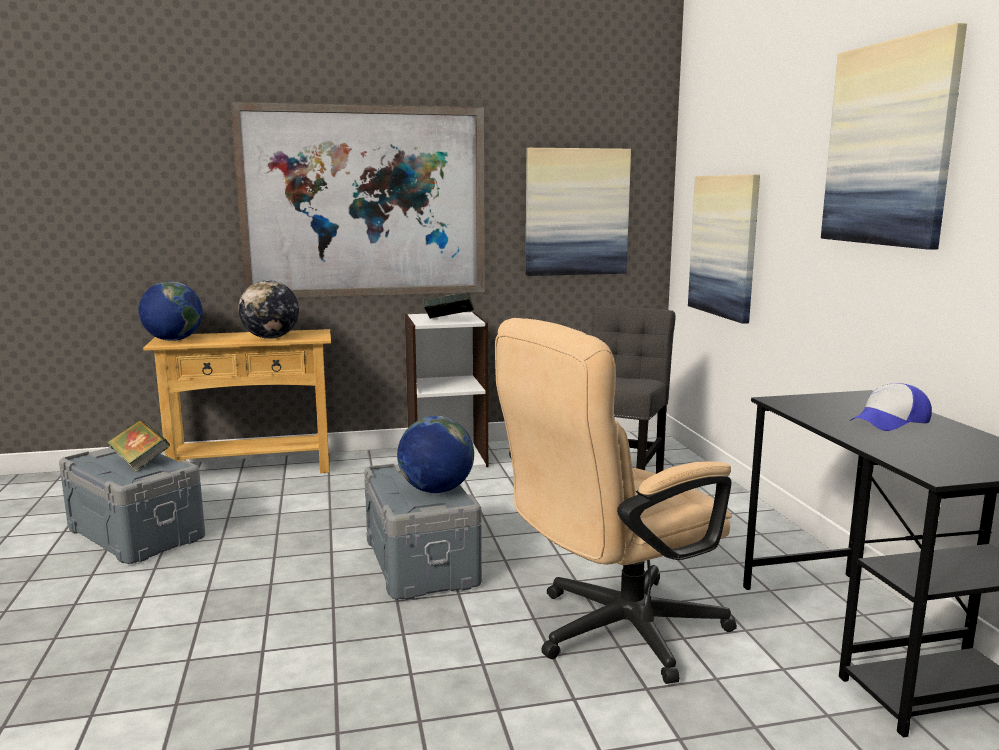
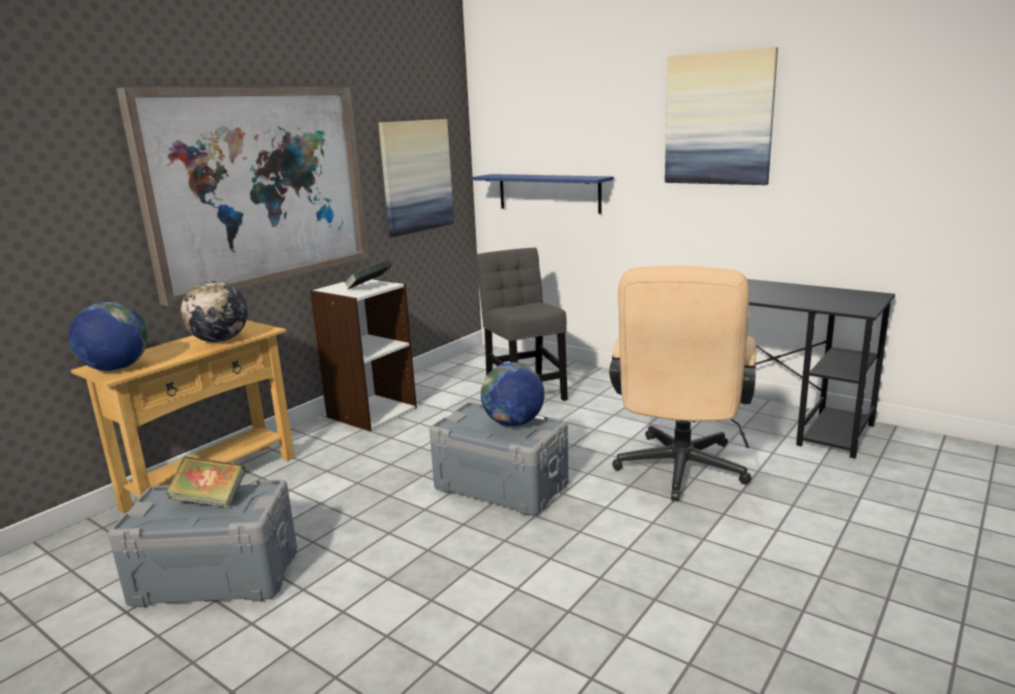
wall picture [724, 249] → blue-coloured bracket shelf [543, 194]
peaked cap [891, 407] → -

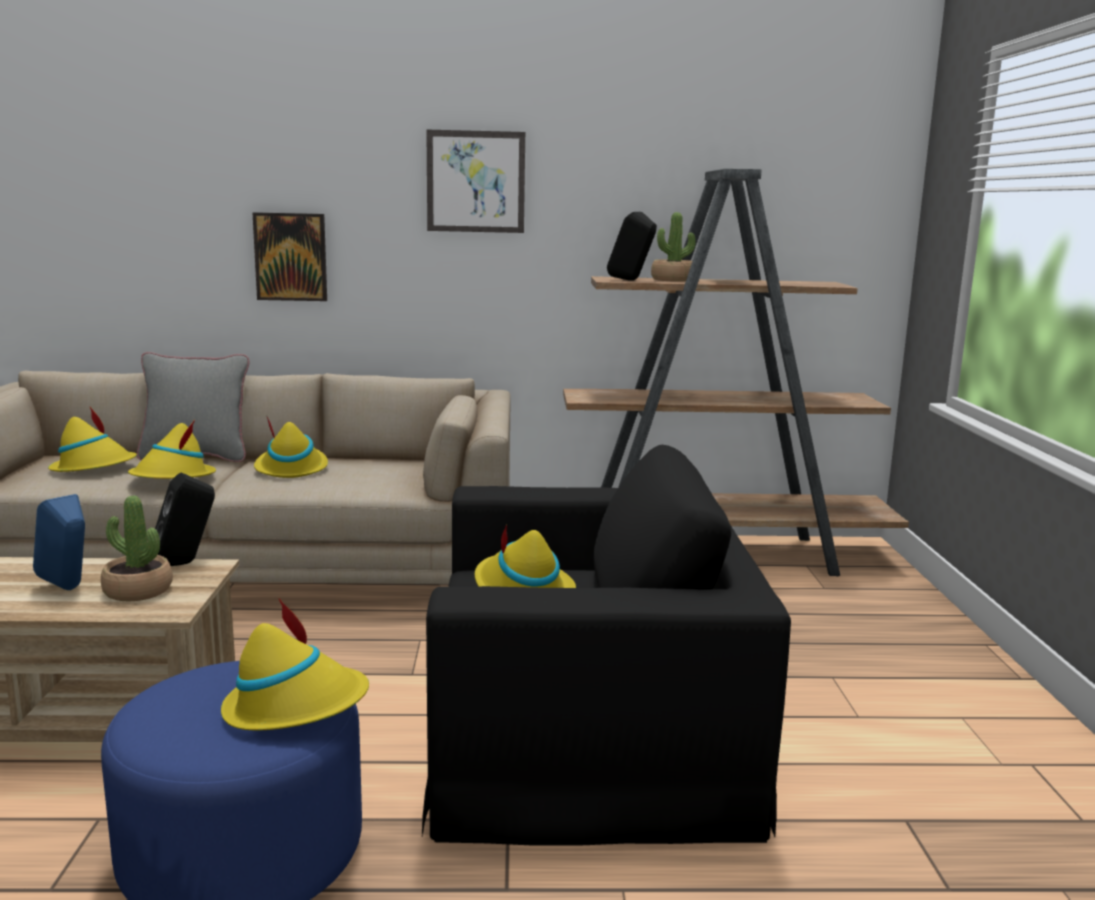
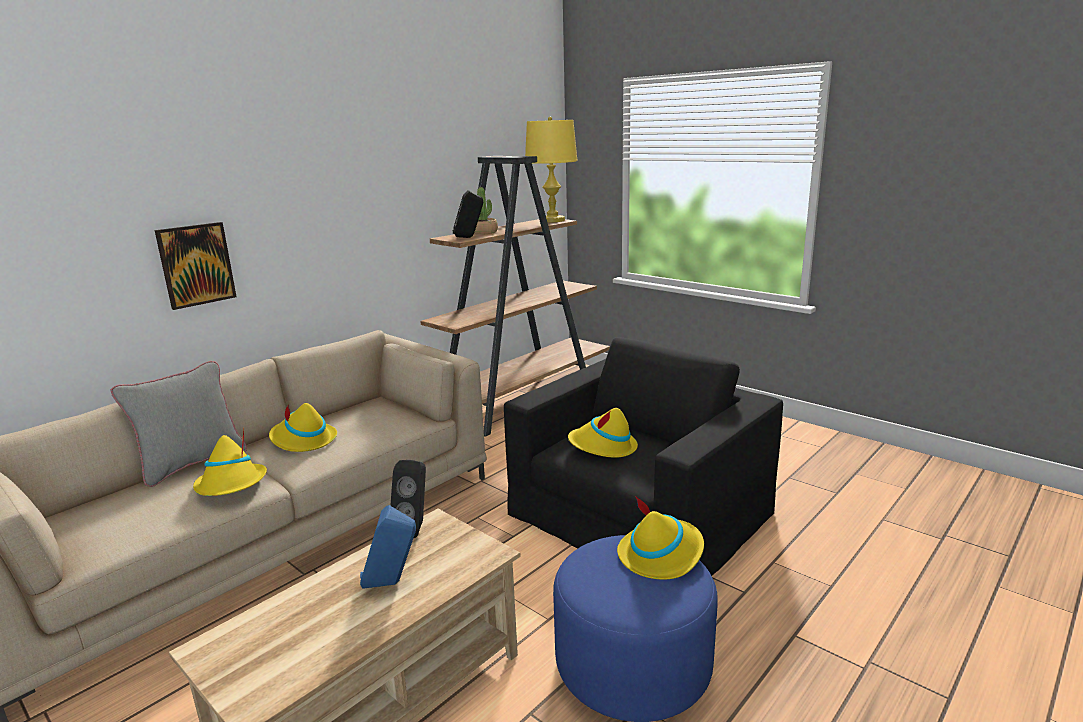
yellowish hat [92, 439] → -
plant in a pot [137, 548] → -
wall picture [475, 181] → -
- → yellowish tabletop lamp [551, 169]

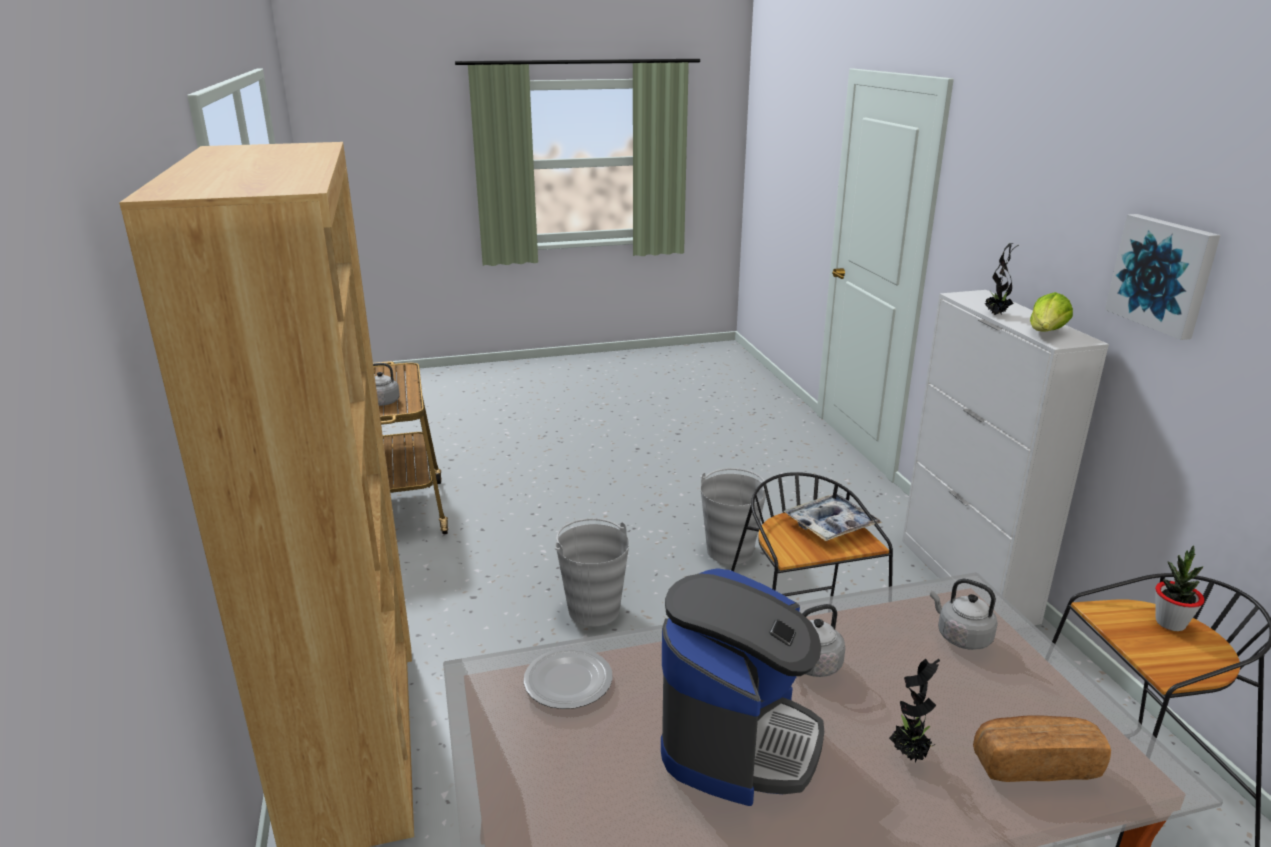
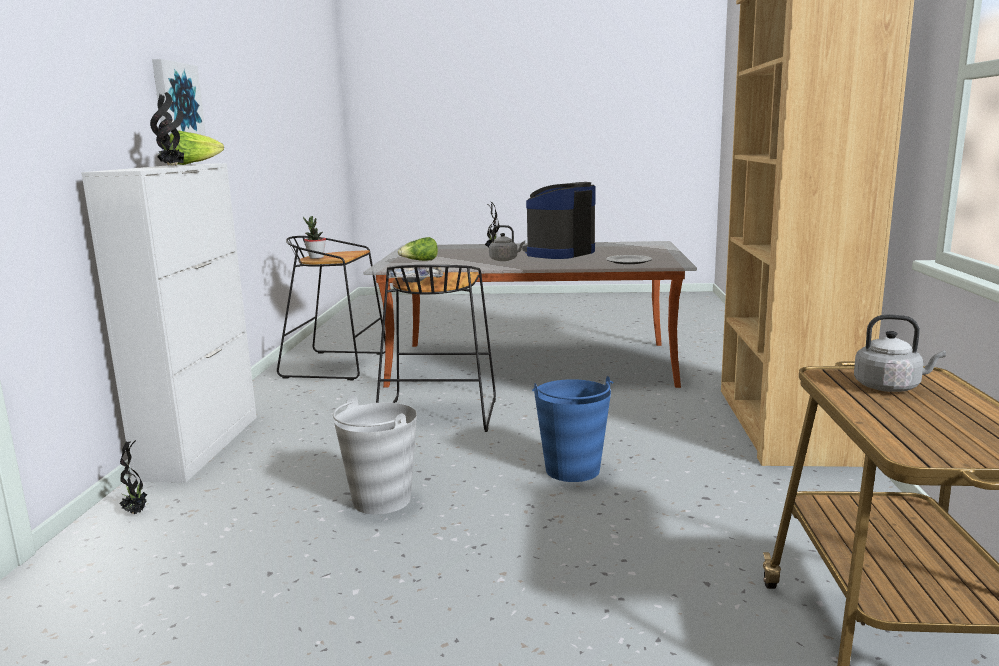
gray water bucket [592, 572] → blue-coloured water bucket [573, 429]
gray tea kettle [964, 614] → lettuce [418, 249]
bakery bread [1042, 748] → -
- → plant in a pot [135, 477]

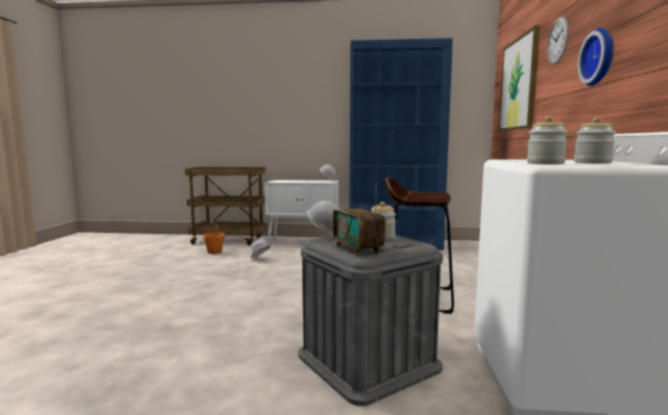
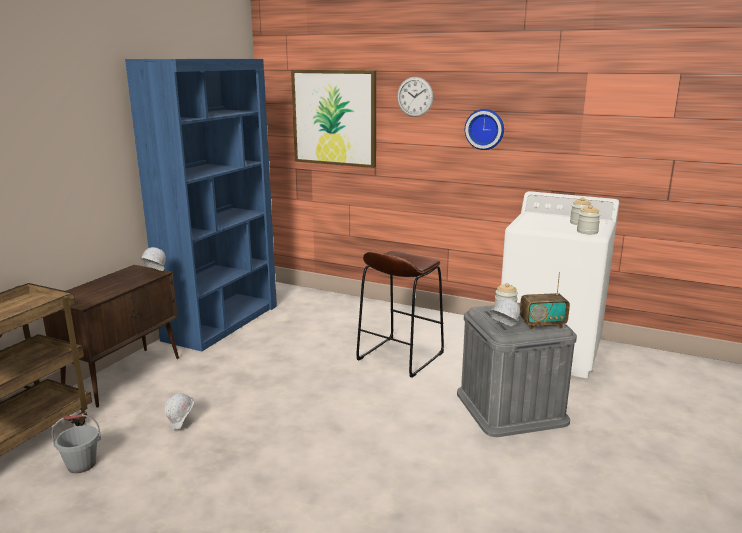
orange water bucket [214, 238] → gray water bucket [76, 443]
white-coloured cupboard [302, 211] → brown cupboard [111, 336]

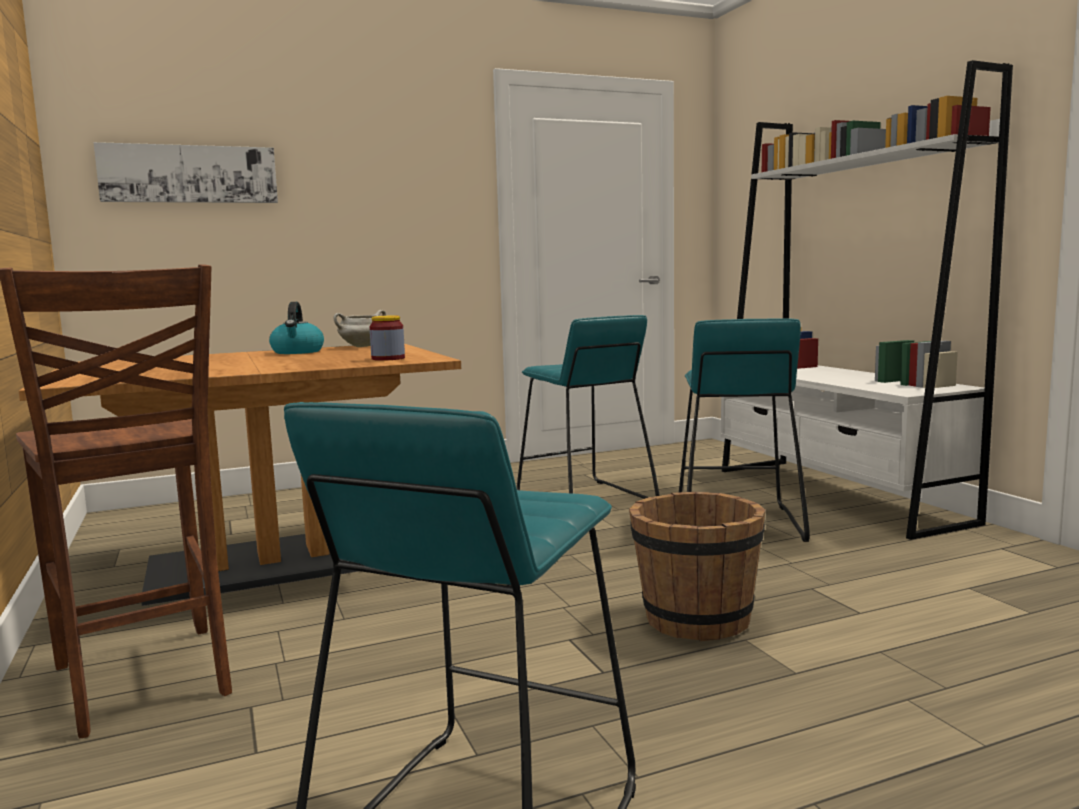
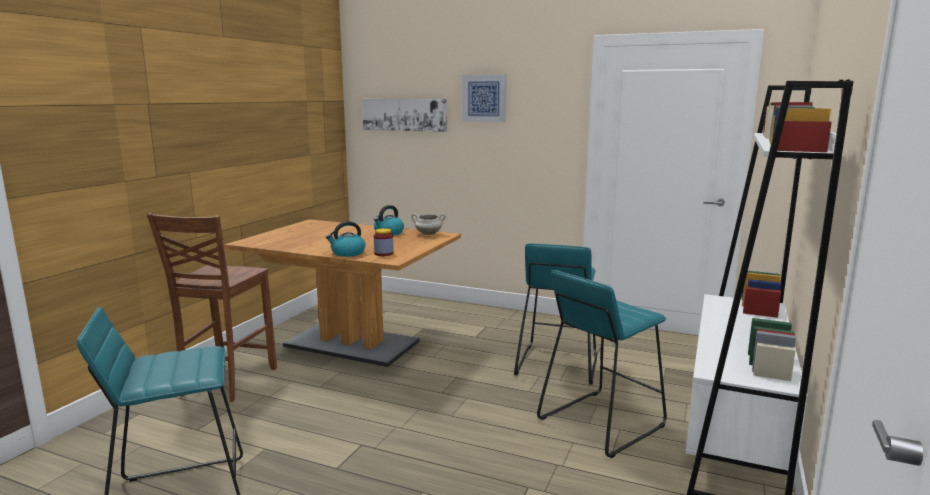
brown water bucket [697, 566] → -
- → tea kettle [345, 239]
- → wall picture [484, 98]

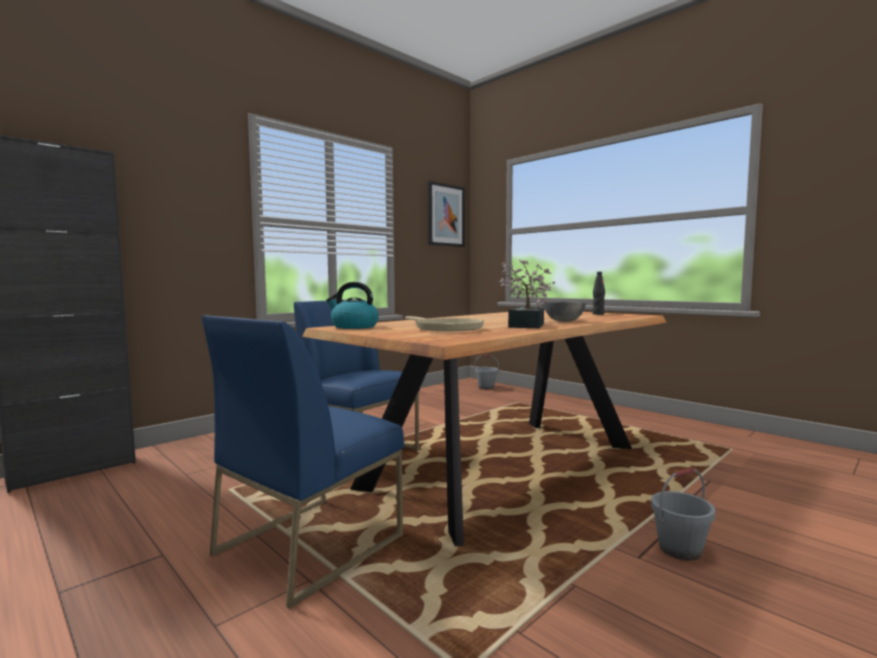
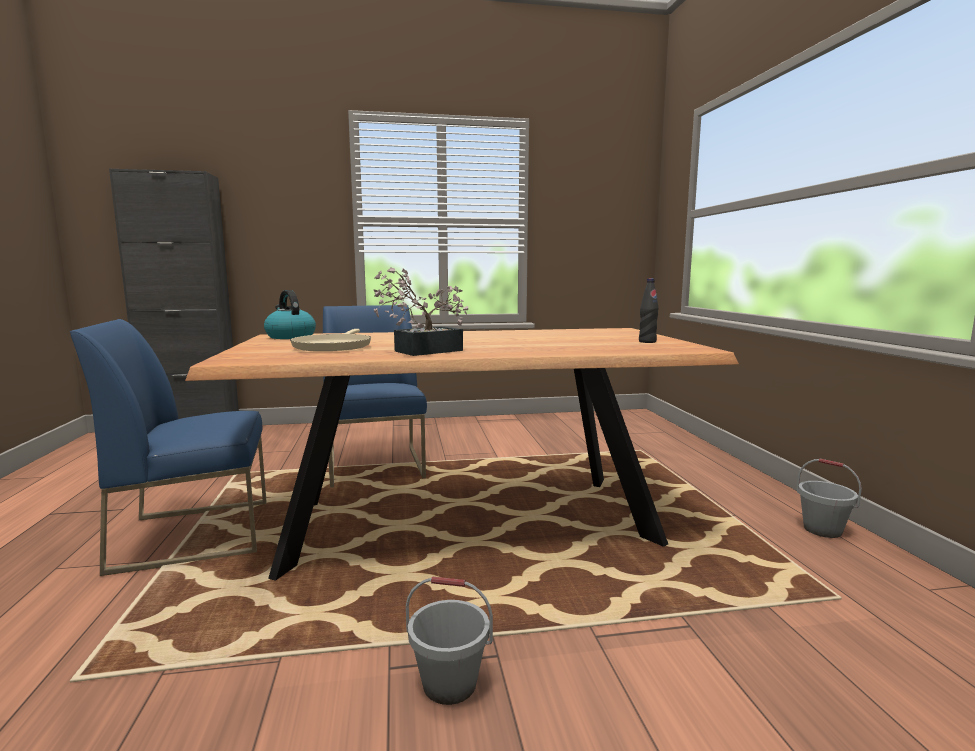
wall picture [446, 214] → -
gray water bucket [486, 372] → gray water bucket [829, 498], shifted
gray deep dish [564, 311] → -

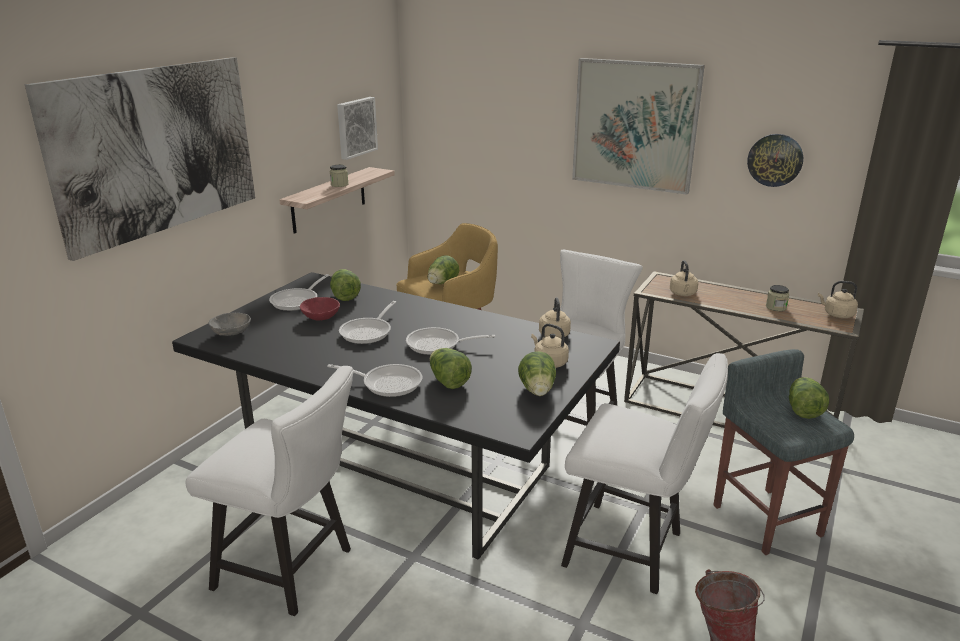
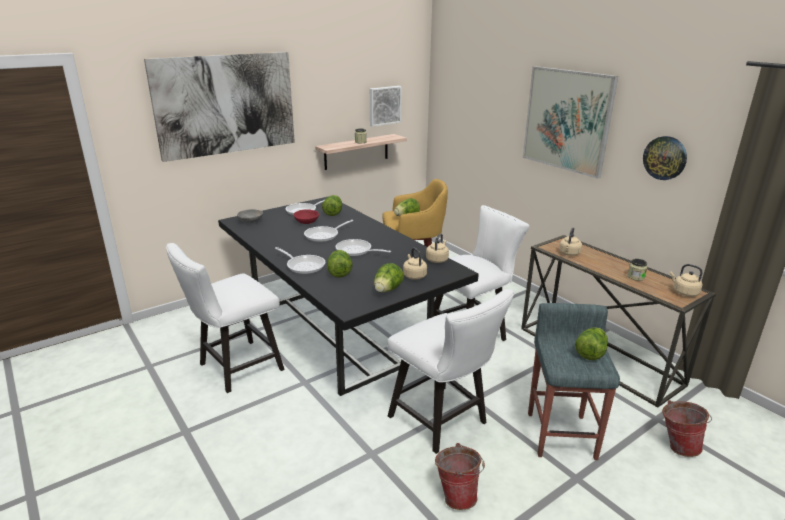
white-coloured chair [269, 491] → white-coloured chair [225, 318], 90 degrees clockwise
- → water bucket [687, 428]

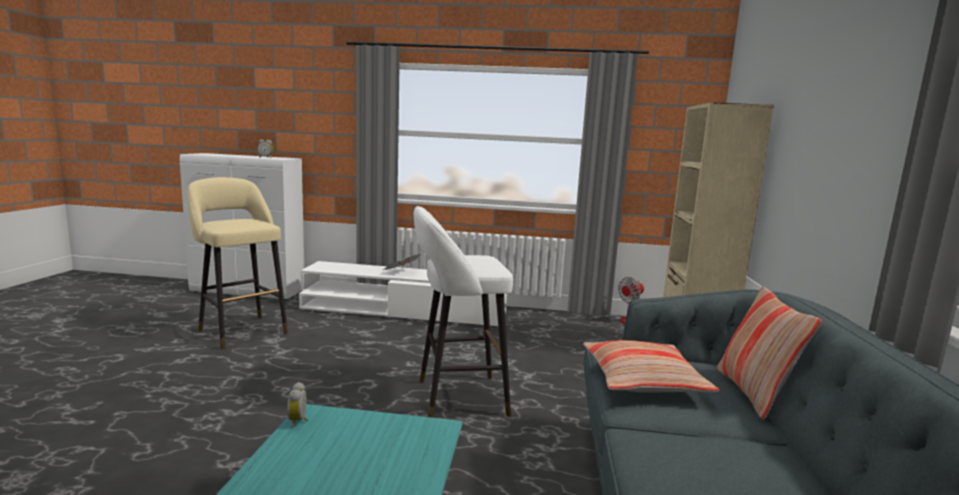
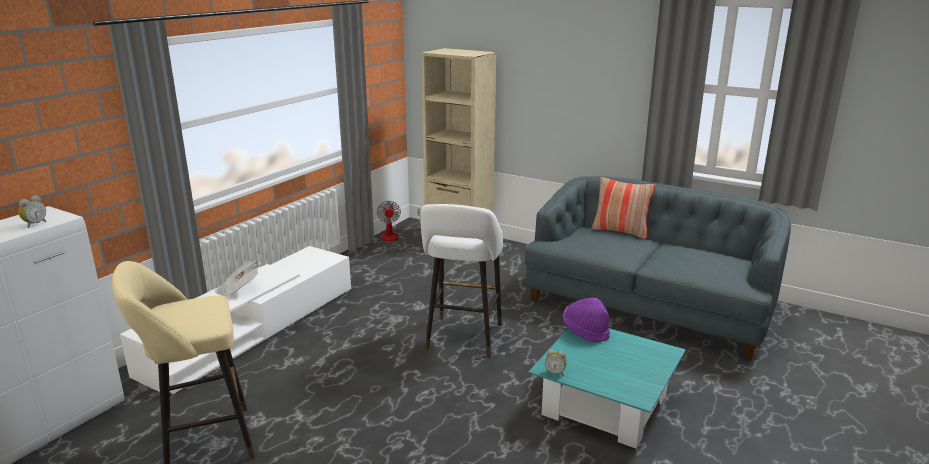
pillow [651, 366] → -
- → purple hat [586, 320]

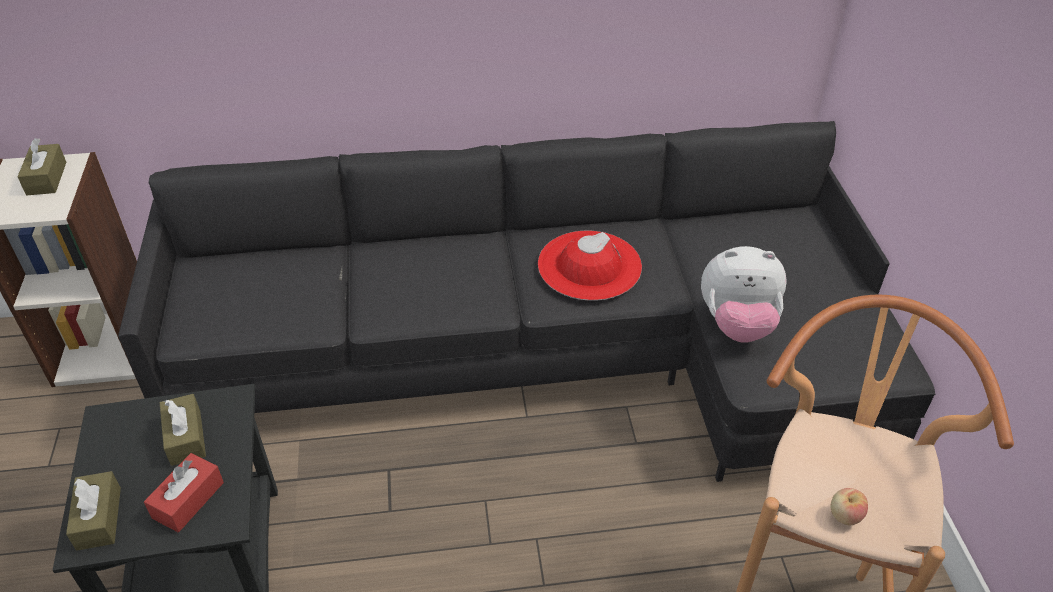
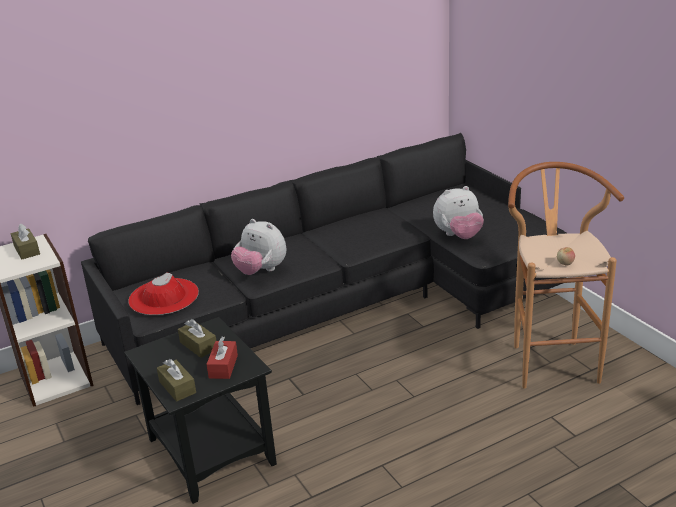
reddish hat [590, 266] → reddish hat [163, 293], shifted
- → cuddly toy [258, 247]

